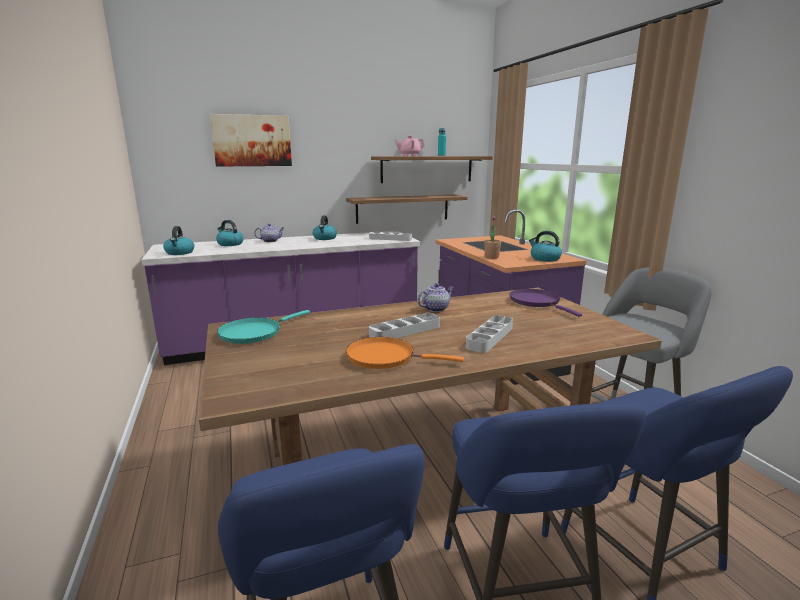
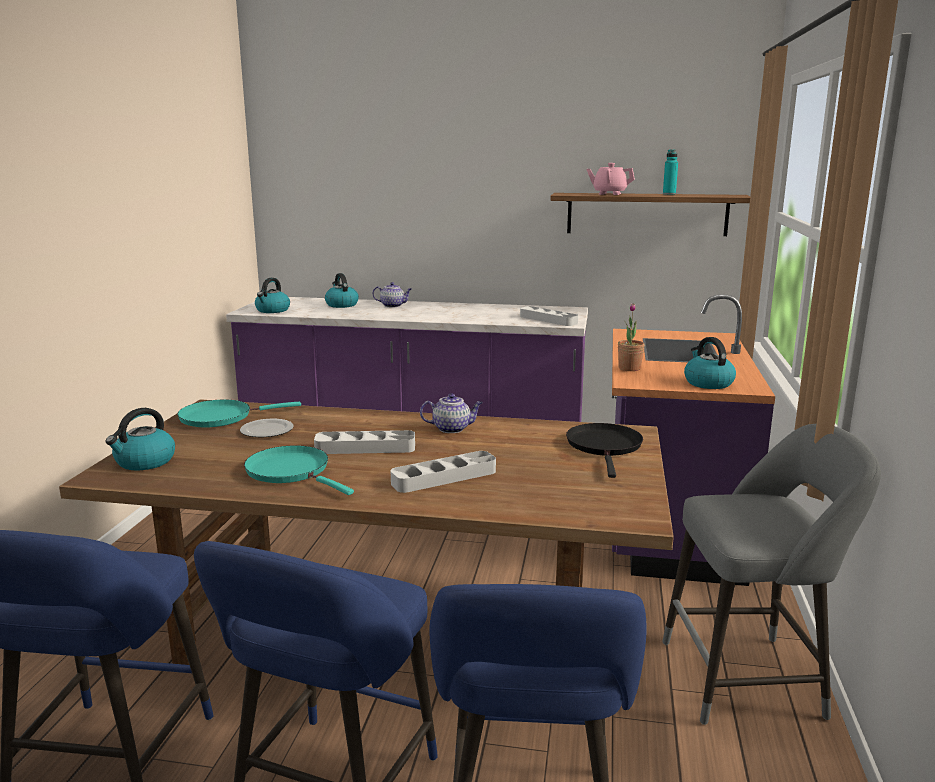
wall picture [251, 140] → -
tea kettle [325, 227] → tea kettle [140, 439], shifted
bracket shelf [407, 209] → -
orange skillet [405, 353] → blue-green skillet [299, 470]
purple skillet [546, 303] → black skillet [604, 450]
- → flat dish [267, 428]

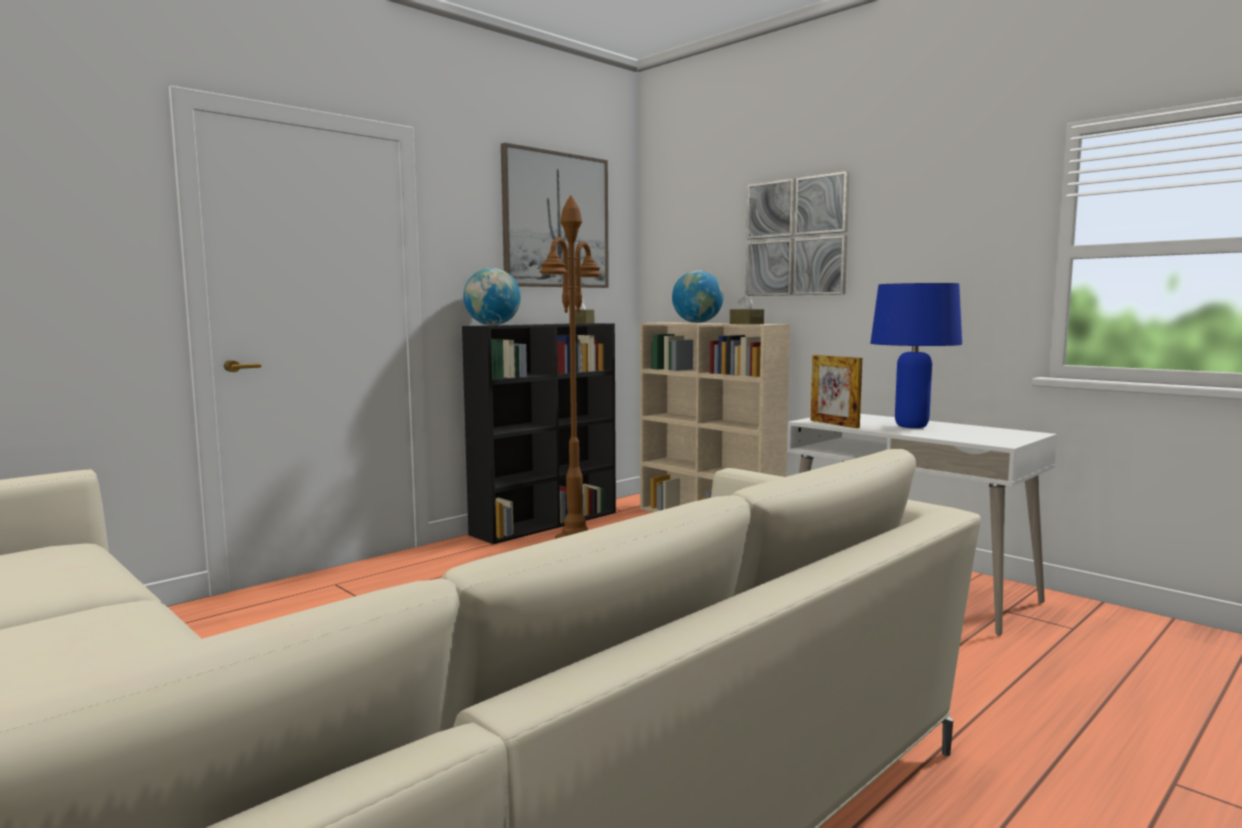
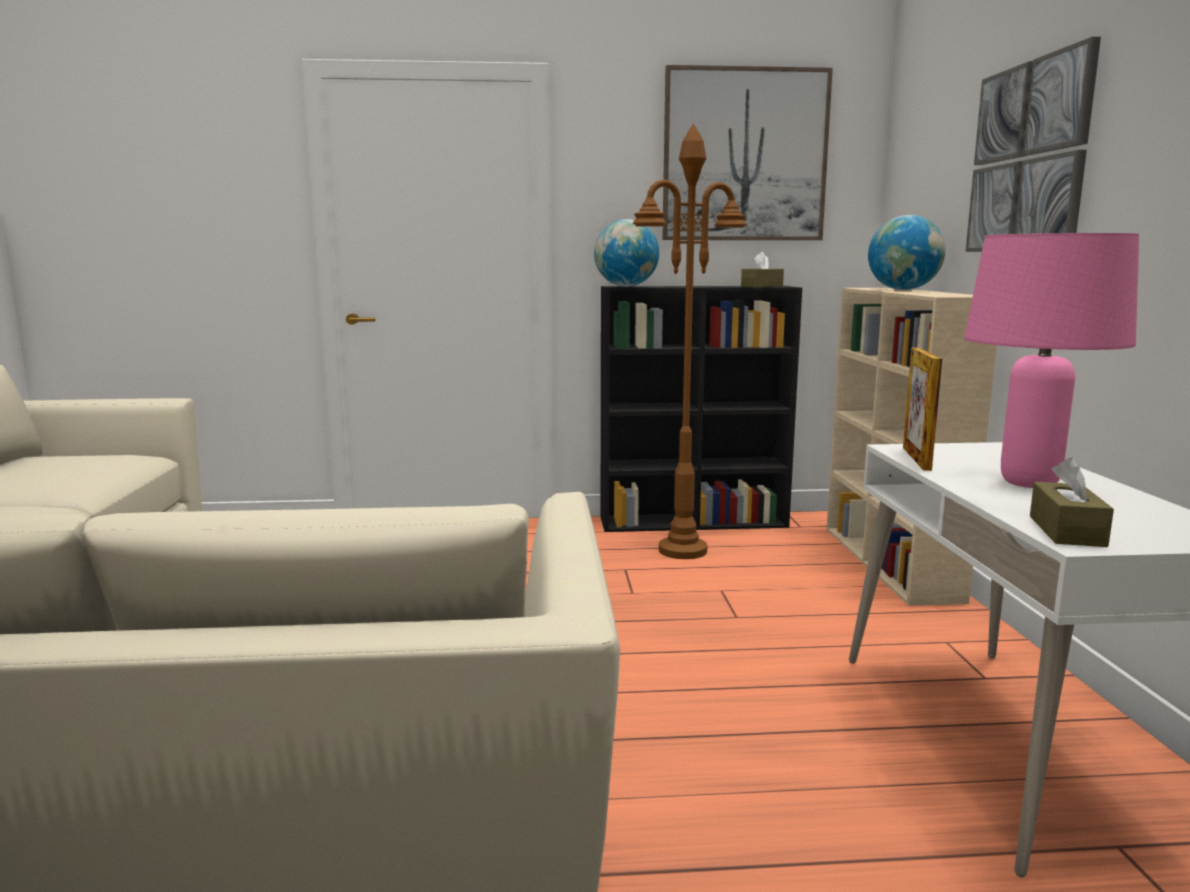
brown tissue holder [747, 310] → brown tissue holder [1072, 502], shifted
blue-coloured tabletop lamp [916, 355] → pink tabletop lamp [1051, 360]

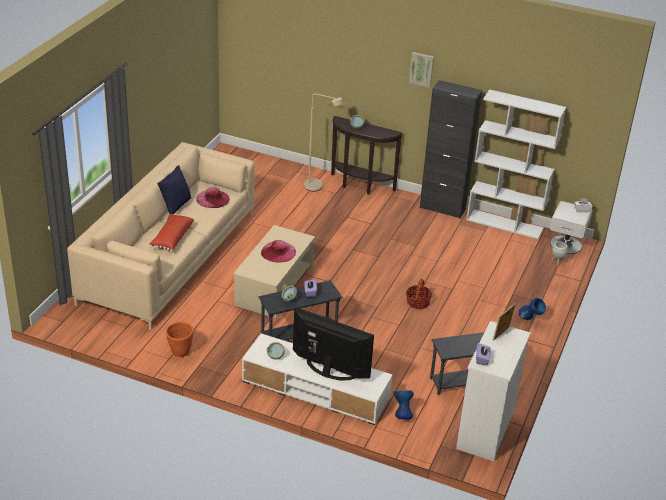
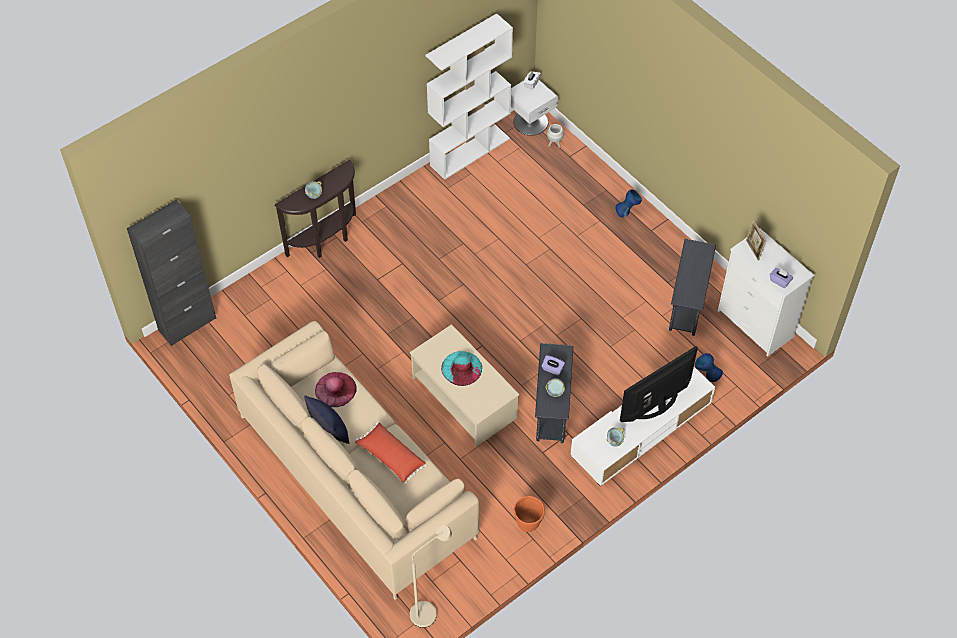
pink hat [278, 251] → blue-green hat [461, 368]
sand-coloured floor lamp [323, 142] → sand-coloured floor lamp [431, 576], shifted
basket [419, 294] → -
wall picture [421, 70] → -
black cupboard [451, 149] → black cupboard [171, 273], shifted

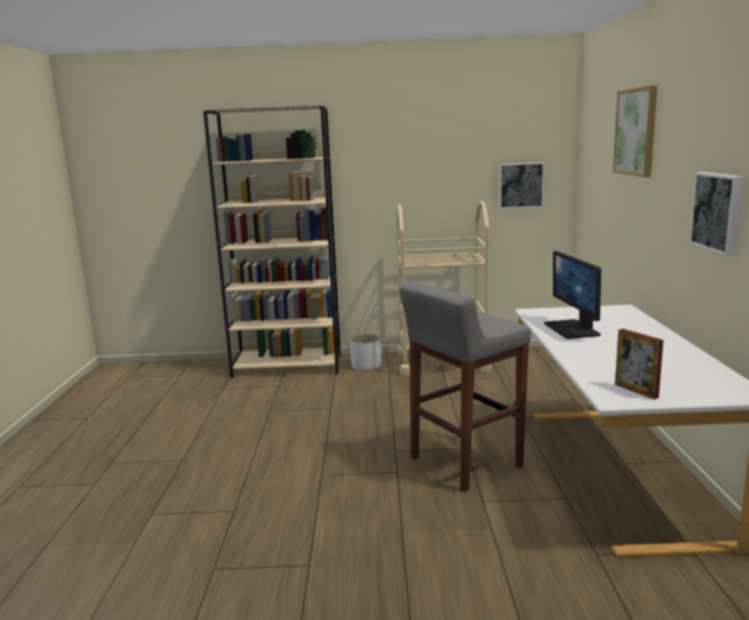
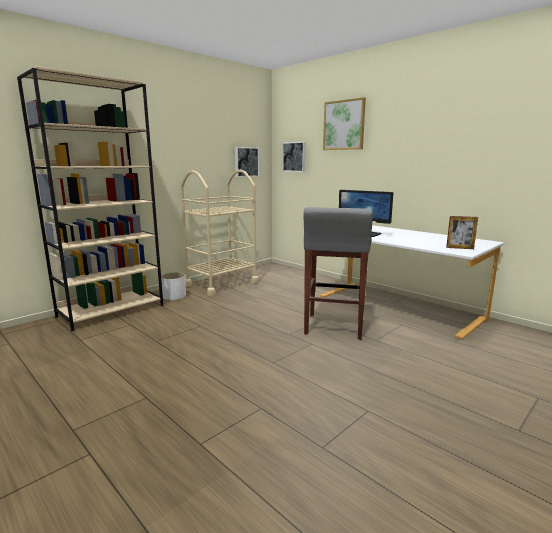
wall picture [716, 213] → wall picture [294, 157], shifted

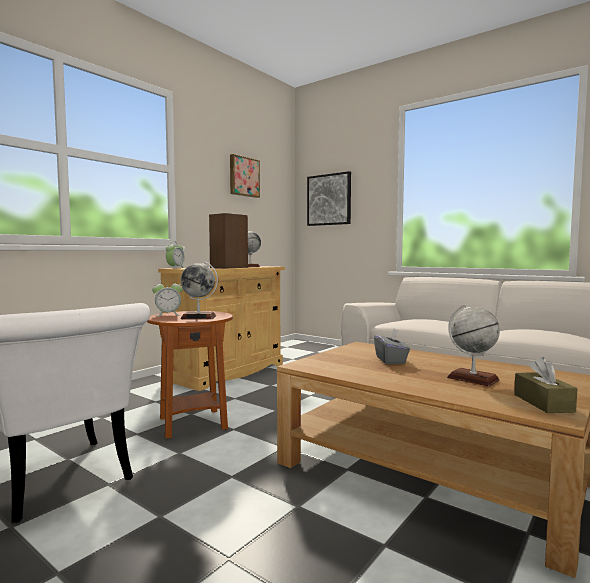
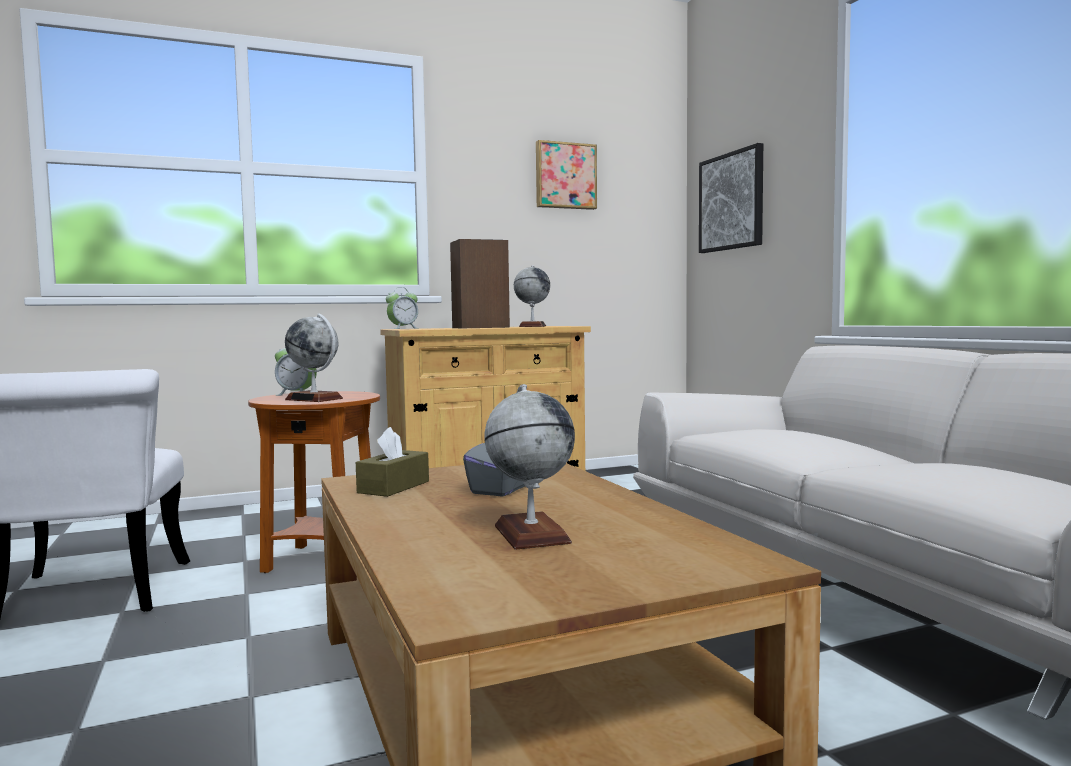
brown tissue holder [546, 385] → brown tissue holder [392, 462], shifted

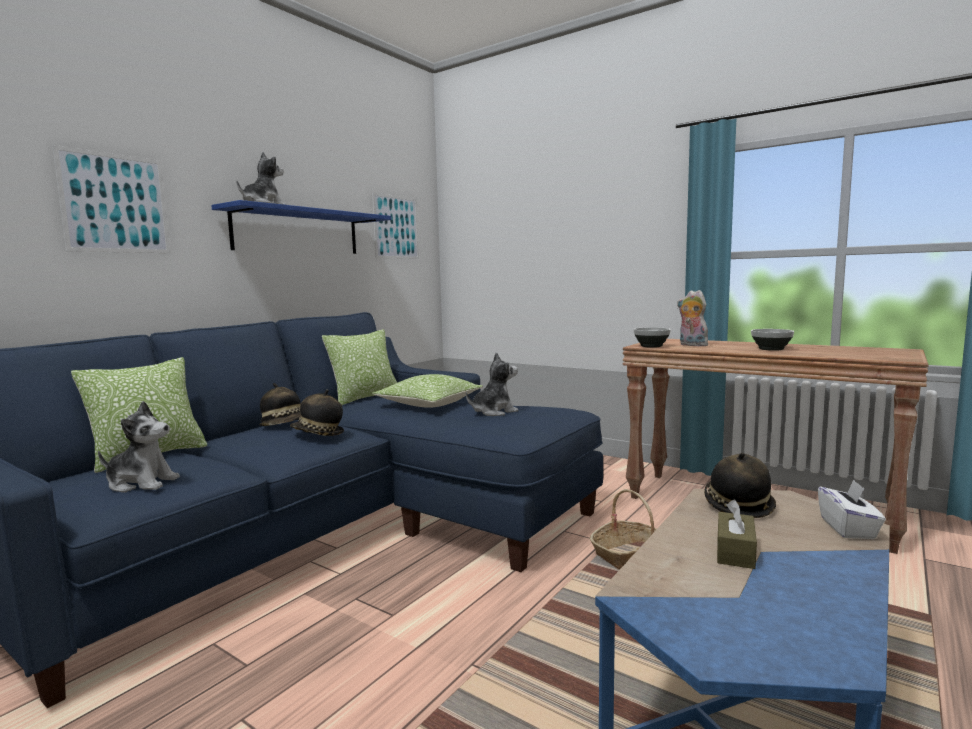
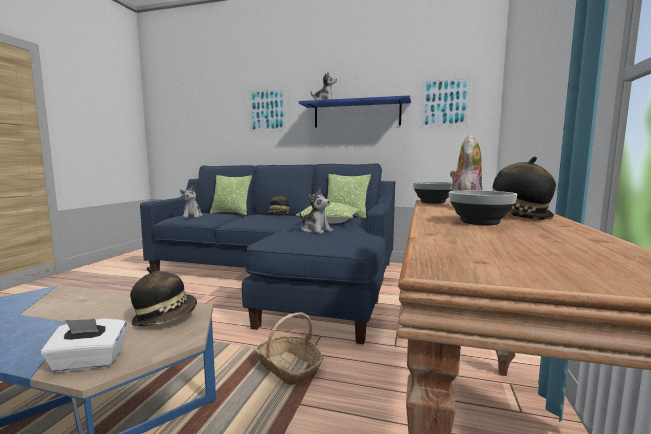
hat [317, 413] → hat [524, 188], shifted
brown tissue holder [737, 534] → -

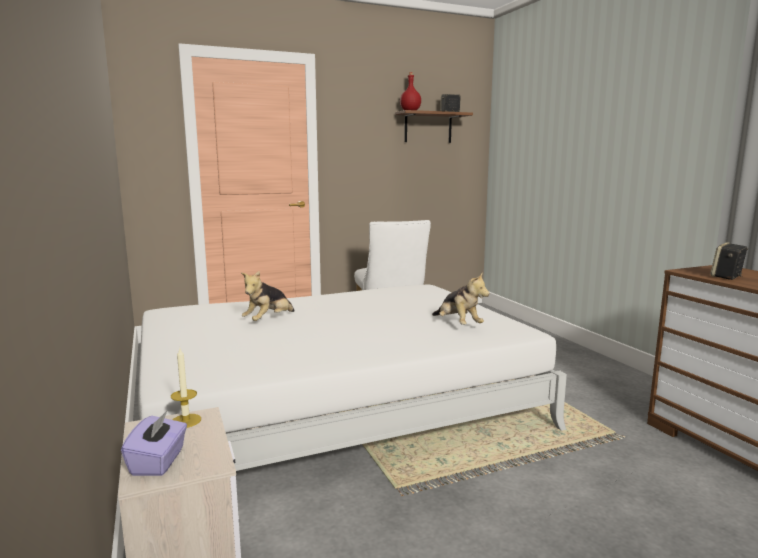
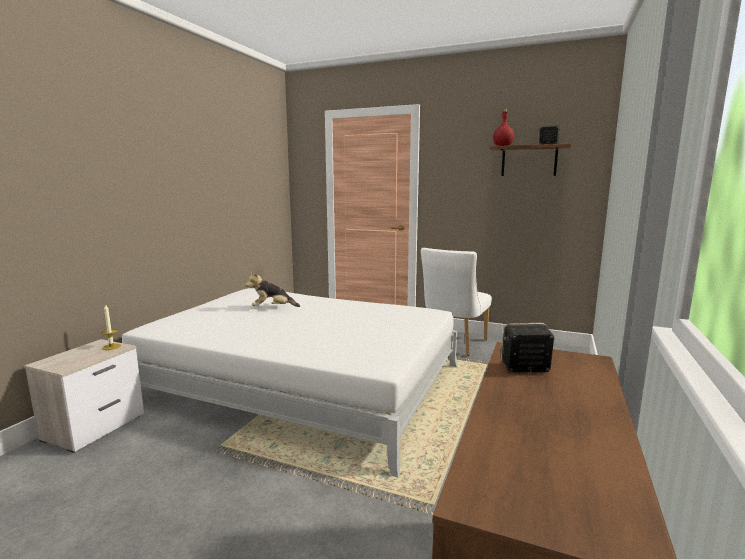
purple tissue holder [154, 443] → -
cuddly toy [461, 299] → -

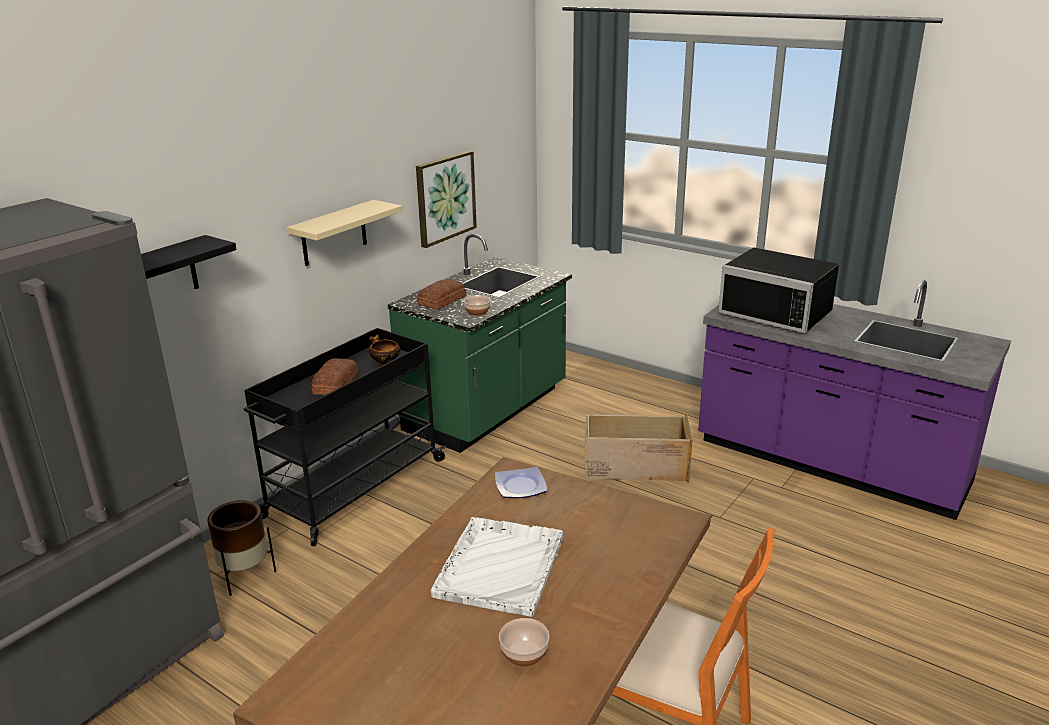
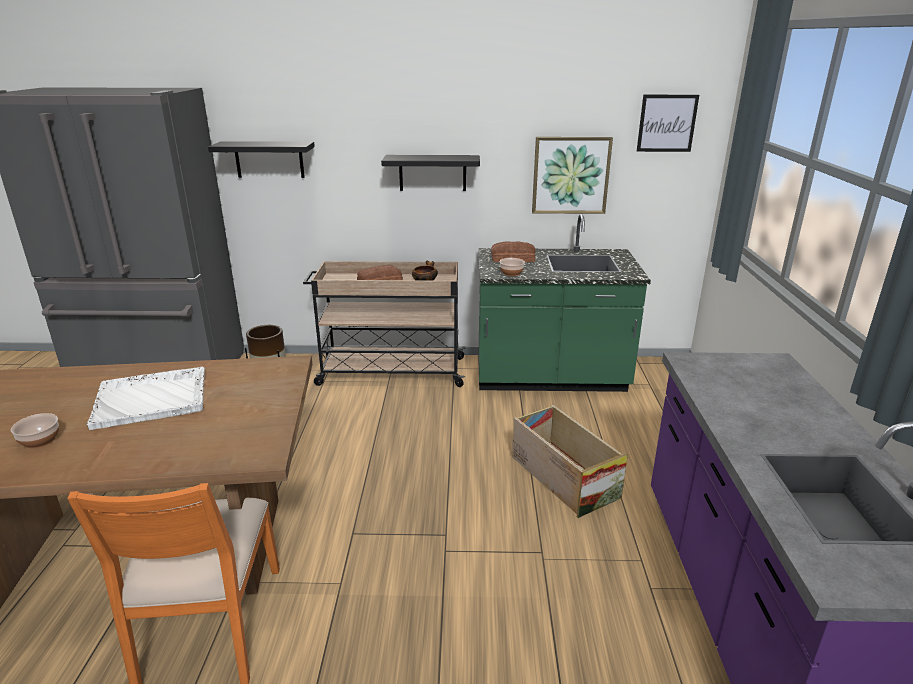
black wheeled cart [345, 437] → sand-coloured wheeled cart [384, 324]
sand-coloured bracket shelf [344, 233] → black bracket shelf [430, 173]
flat dish [521, 482] → -
black microwave oven [778, 290] → -
- → wall picture [668, 123]

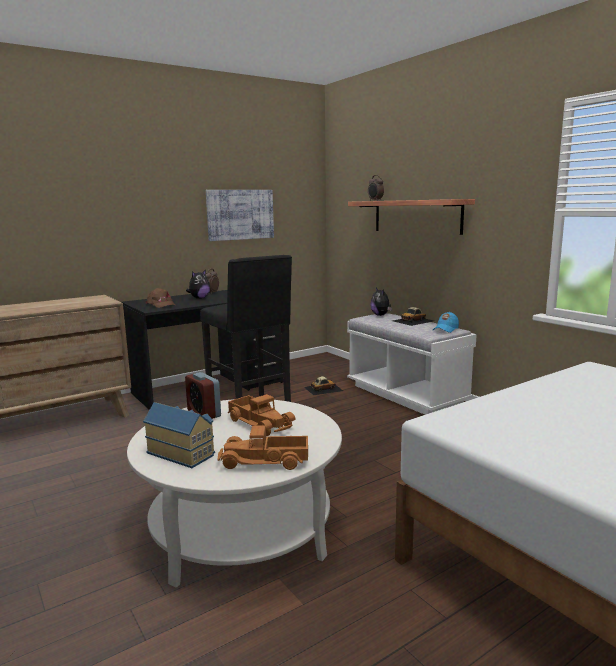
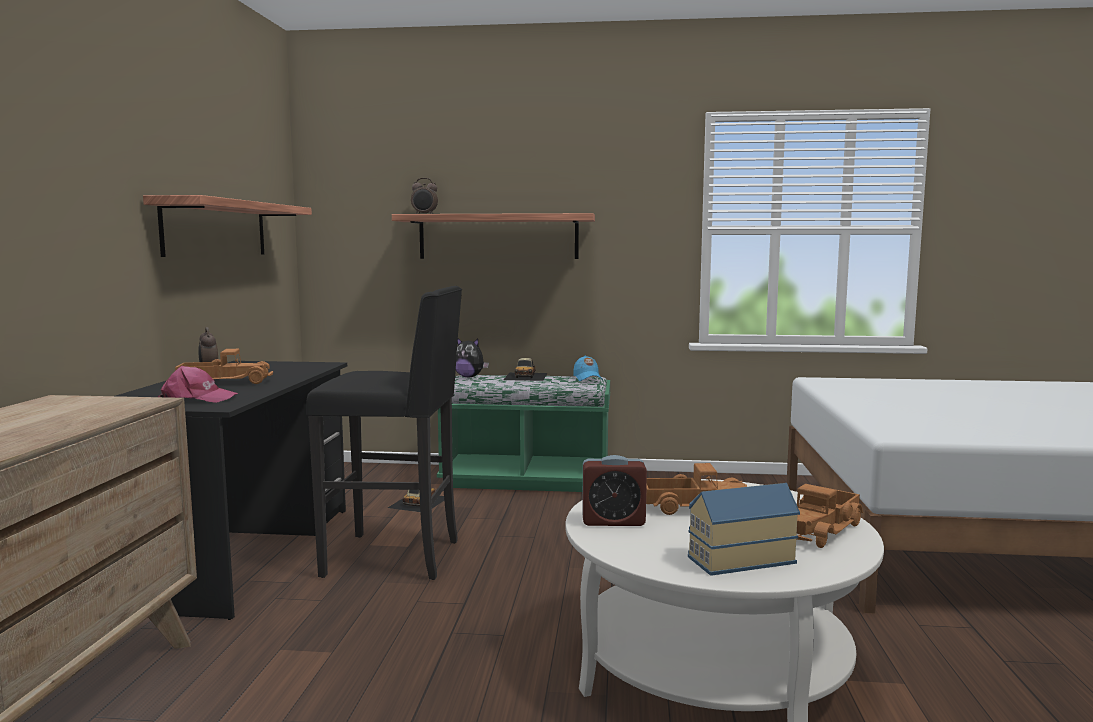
brown peaked cap [160, 298] → pink peaked cap [198, 384]
cuddly toy [198, 284] → toy truck [224, 366]
wall picture [240, 215] → bracket shelf [227, 226]
white-coloured indoor bench [412, 364] → green indoor bench [523, 433]

